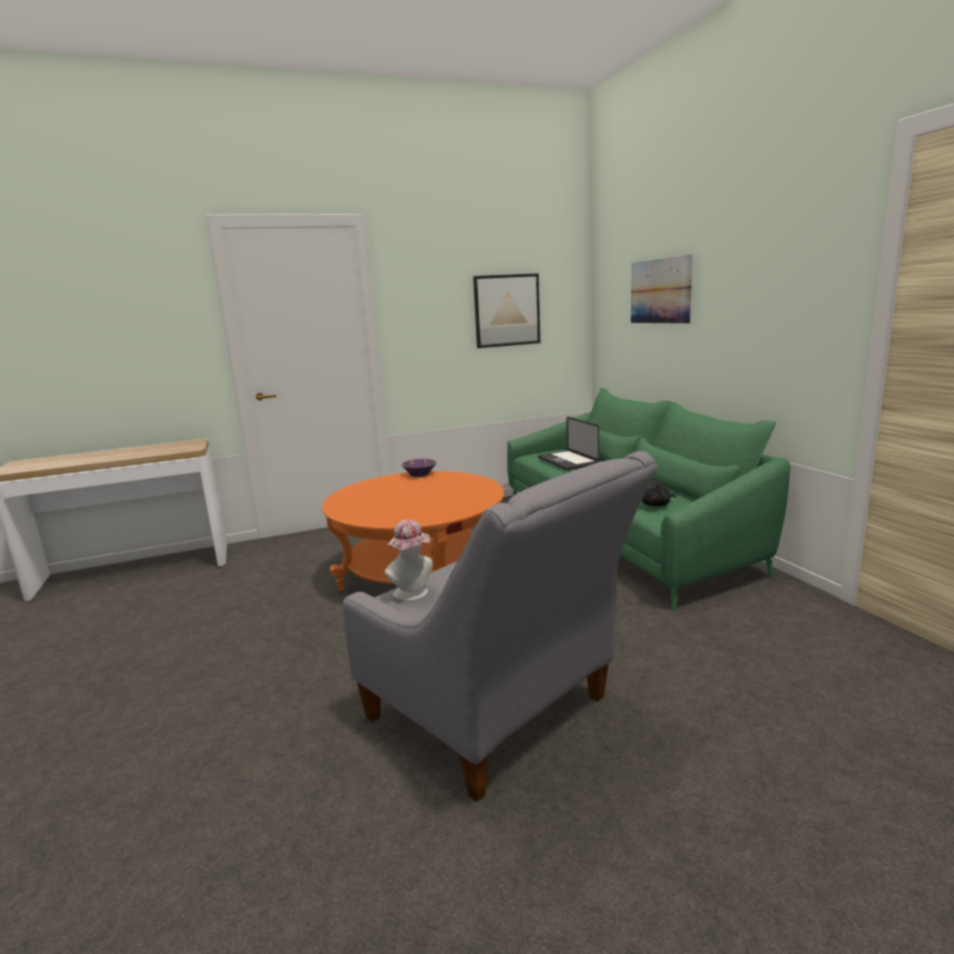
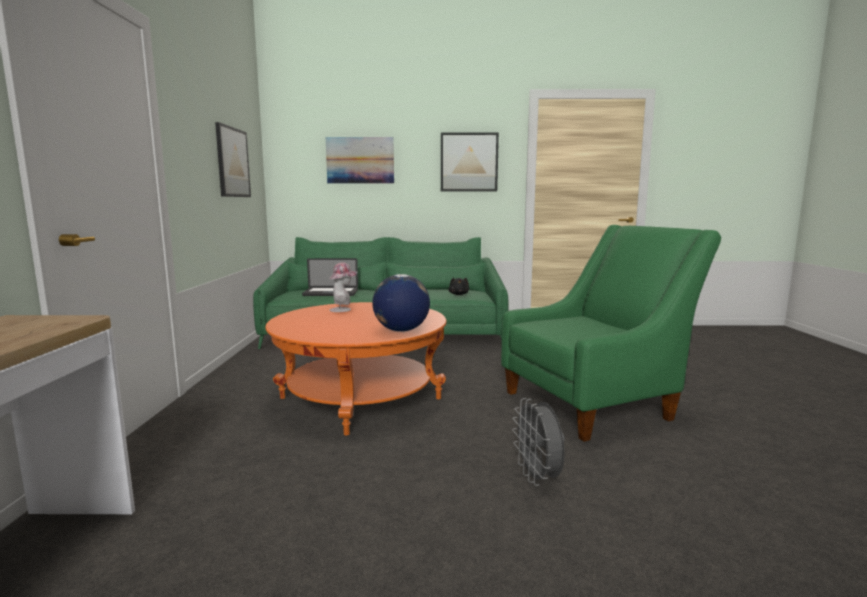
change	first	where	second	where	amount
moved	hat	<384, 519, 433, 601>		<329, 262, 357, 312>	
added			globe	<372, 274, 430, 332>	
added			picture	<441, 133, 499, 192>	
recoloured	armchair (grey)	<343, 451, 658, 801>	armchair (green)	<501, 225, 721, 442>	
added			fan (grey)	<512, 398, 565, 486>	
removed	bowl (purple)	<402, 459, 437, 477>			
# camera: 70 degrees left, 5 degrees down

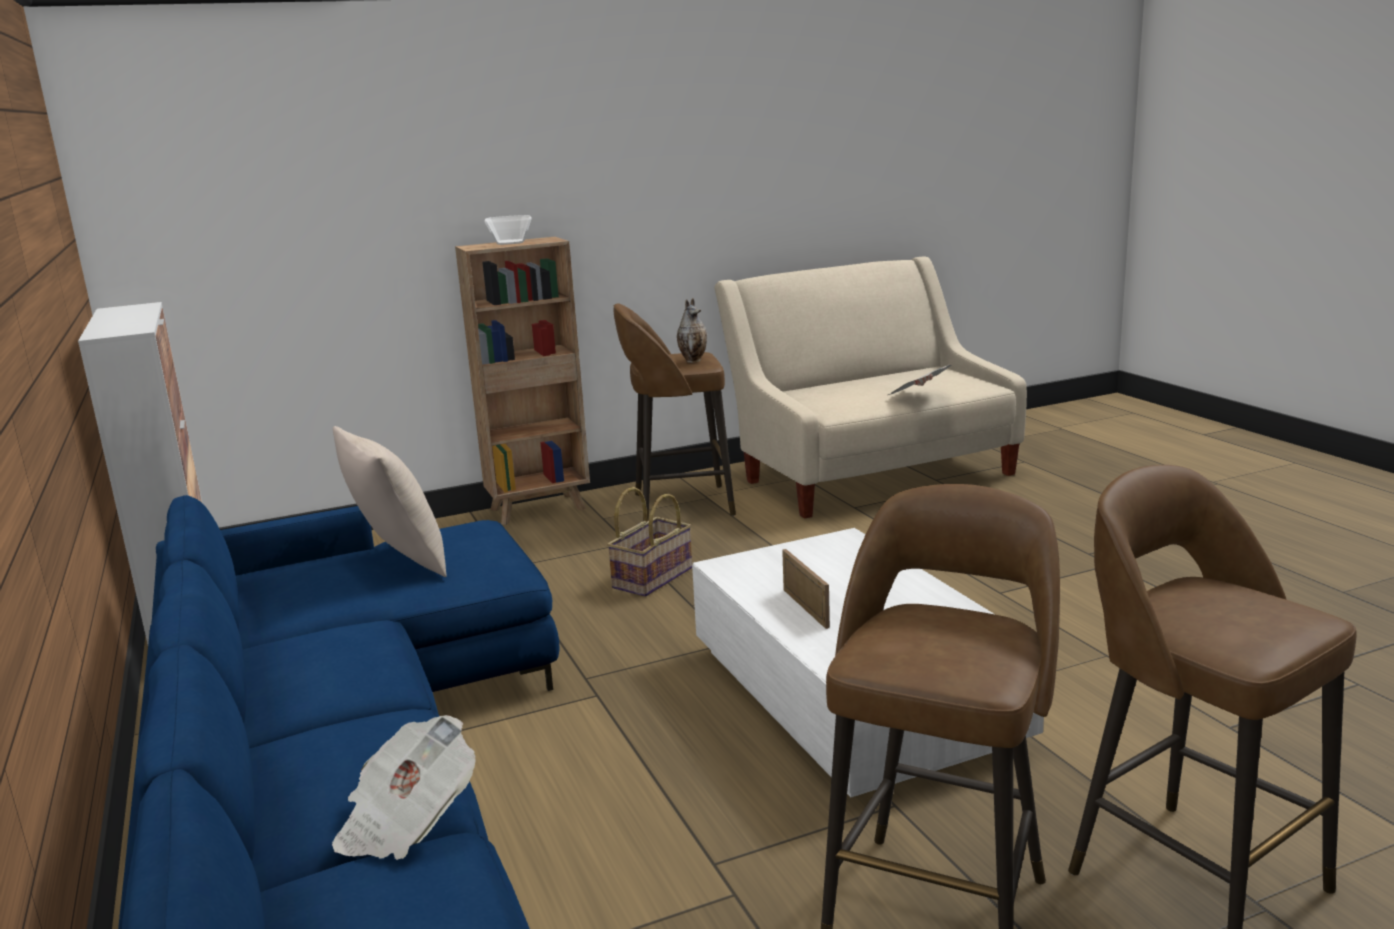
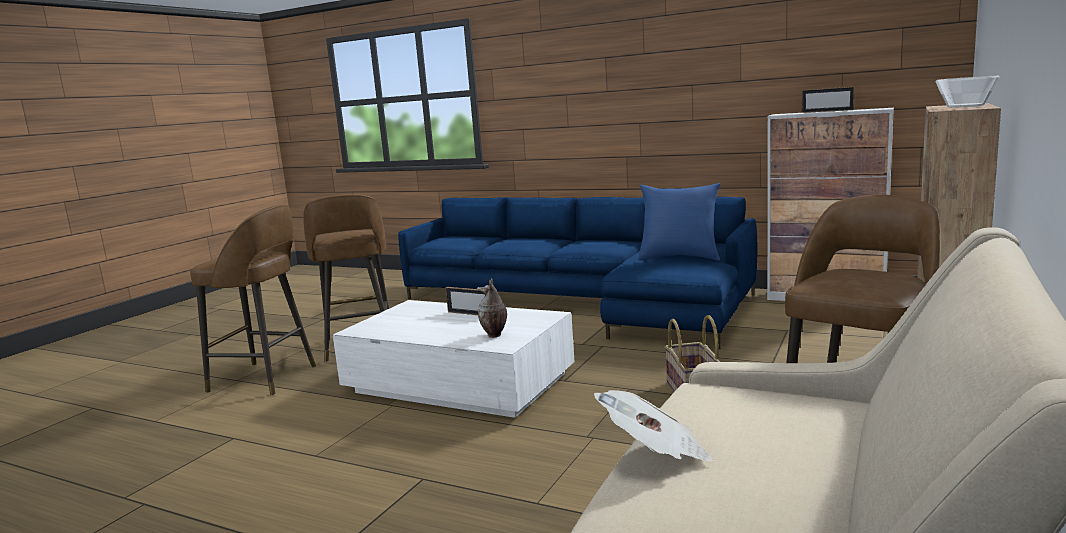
change	first	where	second	where	amount
moved	vase	<677, 298, 707, 363>		<477, 278, 507, 338>	
recoloured	pillow (beige)	<333, 426, 447, 577>	pillow (blue)	<638, 183, 720, 260>	
added			picture frame	<802, 87, 854, 113>	
removed	newspaper	<332, 715, 476, 860>			
# camera: 140 degrees right, 5 degrees down

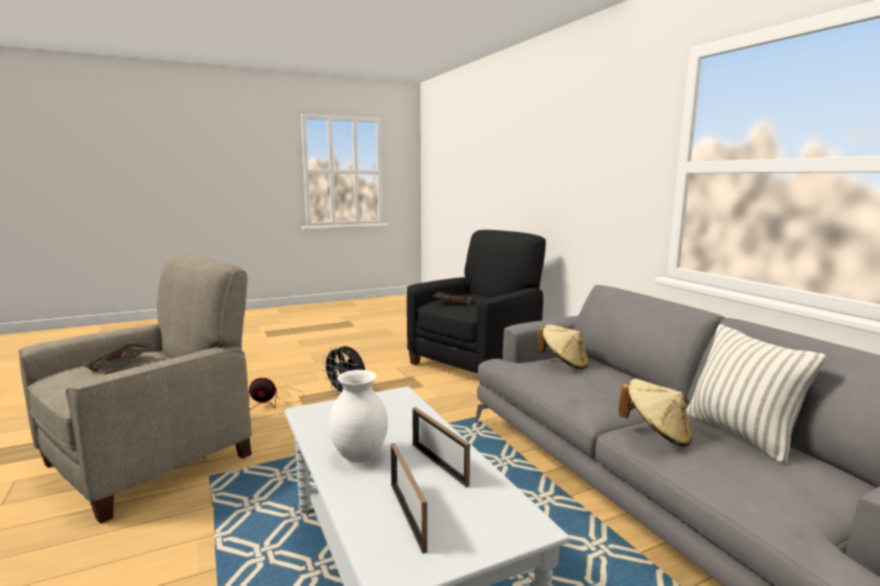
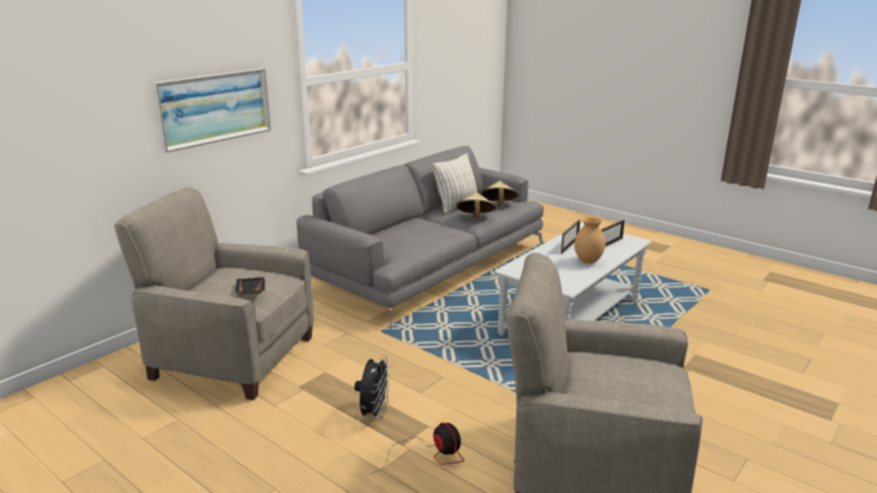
change	first	where	second	where	amount
recoloured	armchair (black)	<407, 230, 546, 385>	armchair (beige)	<114, 187, 314, 400>	
added			picture	<153, 68, 271, 153>	
moved	hat (beige)	<538, 324, 589, 369>		<481, 181, 518, 206>	
recoloured	vase (white)	<329, 370, 388, 463>	vase (brown)	<574, 216, 605, 264>	
removed	tray (black)	<82, 342, 154, 371>			
# camera: 115 degrees left, 10 degrees up

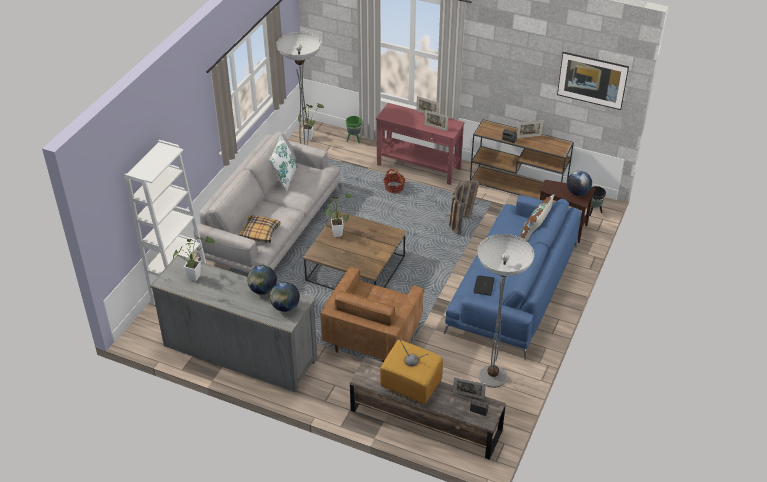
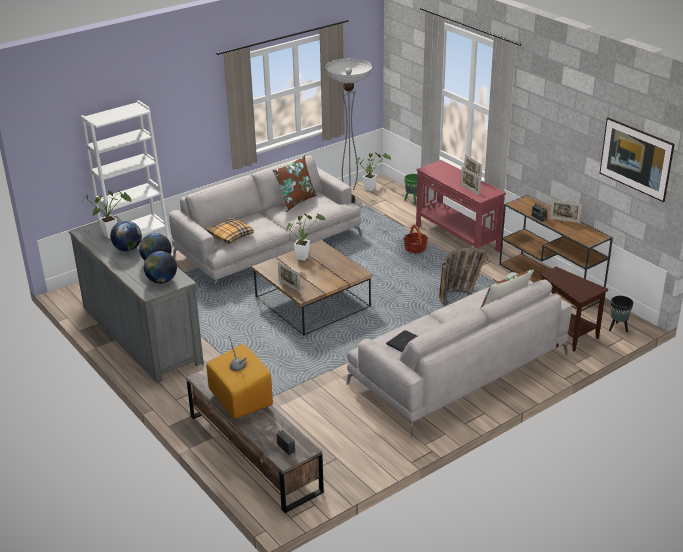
change	first	where	second	where	amount
moved	globe	<567, 171, 592, 196>		<110, 220, 142, 251>	
recoloured	pillow (white)	<269, 135, 298, 192>	pillow (brown)	<273, 155, 317, 212>	
moved	picture frame	<453, 377, 486, 399>		<278, 262, 300, 292>	
recoloured	sofa (blue)	<444, 195, 582, 360>	sofa (grey)	<346, 272, 572, 437>	
removed	armchair (brown)	<321, 267, 424, 362>			
removed	floor lamp	<477, 234, 534, 388>			
# camera: 30 degrees right, 10 degrees down

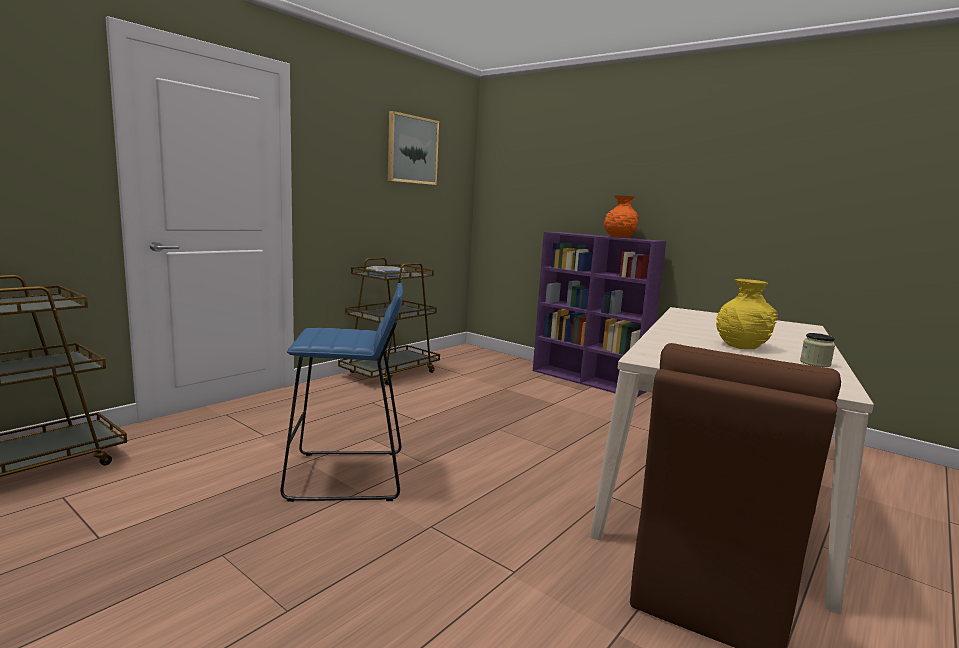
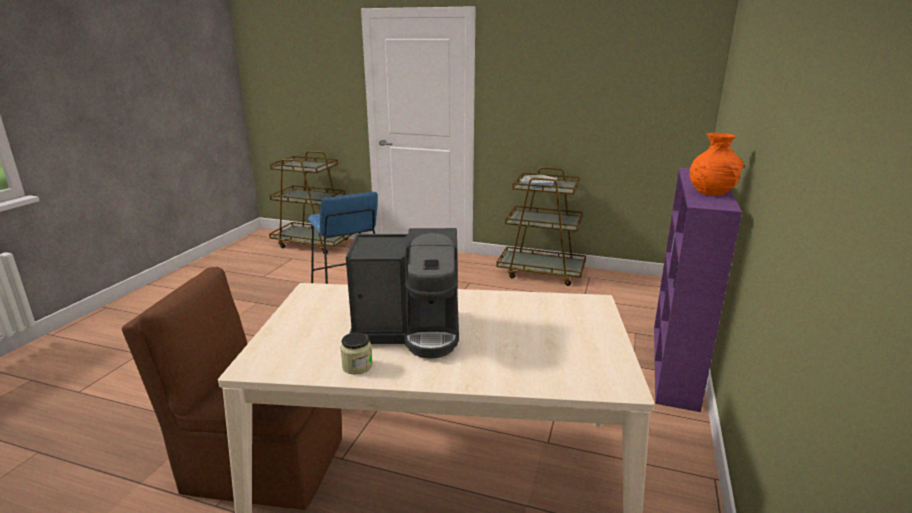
change	first	where	second	where	amount
replaced	vase (yellow)	<716, 279, 778, 349>	coffee machine	<346, 228, 459, 359>	
removed	picture	<388, 111, 439, 185>			
# camera: 70 degrees right, 10 degrees up

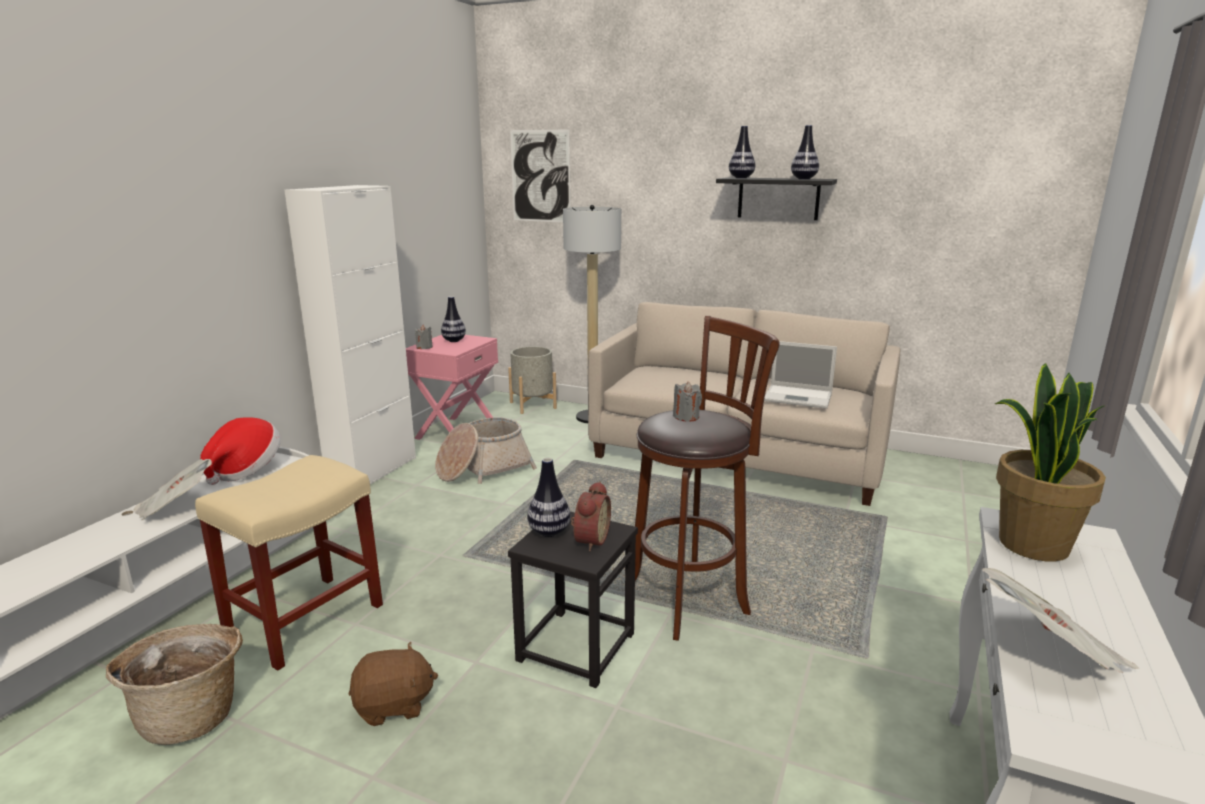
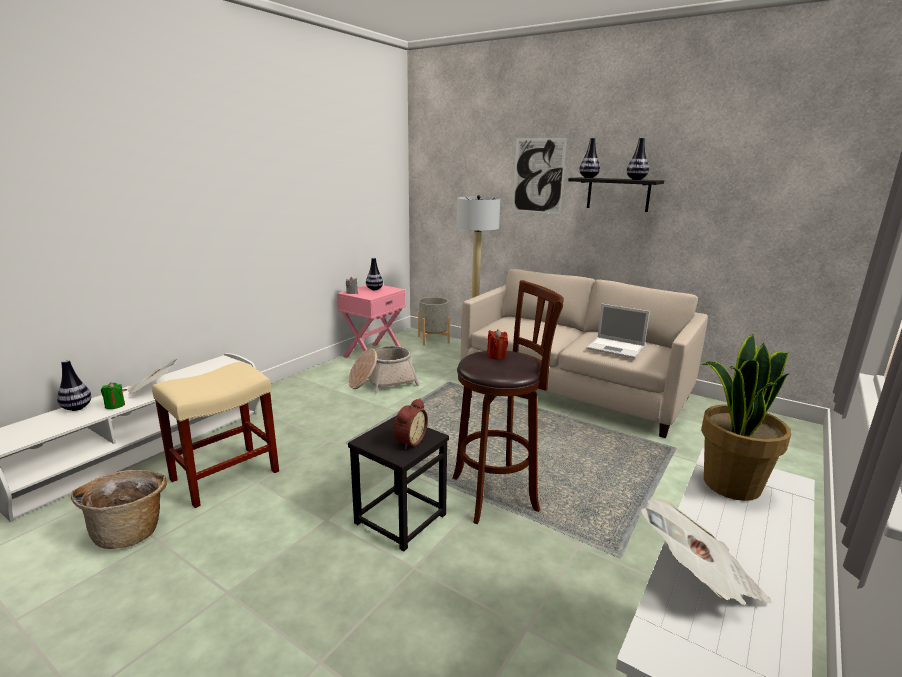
change	first	where	second	where	amount
moved	vase	<527, 458, 571, 537>		<57, 360, 92, 411>	
added			candle (green)	<101, 382, 125, 409>	
recoloured	candle (grey)	<673, 382, 702, 422>	candle (red)	<487, 329, 508, 360>	
moved	picture	<510, 130, 571, 222>		<513, 138, 567, 214>	
removed	hat	<200, 417, 281, 485>			
removed	cabinet (white)	<284, 185, 416, 485>			
removed	plush toy (brown)	<349, 642, 438, 726>			
# camera: 10 degrees right, 0 degrees up

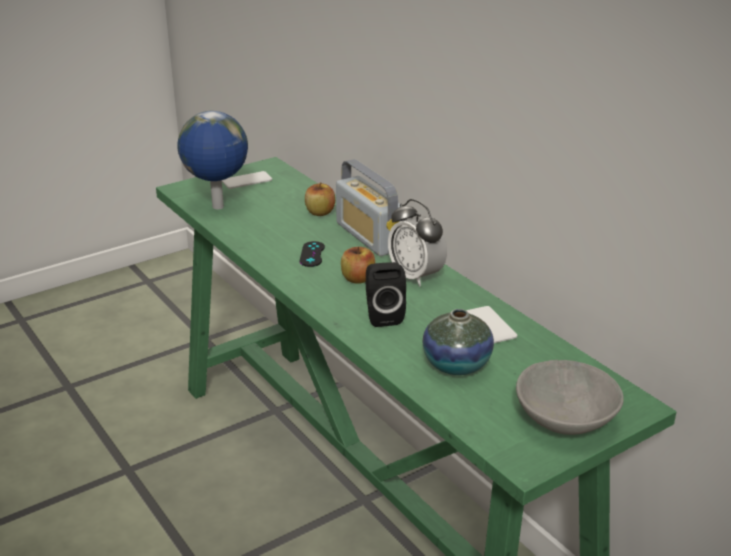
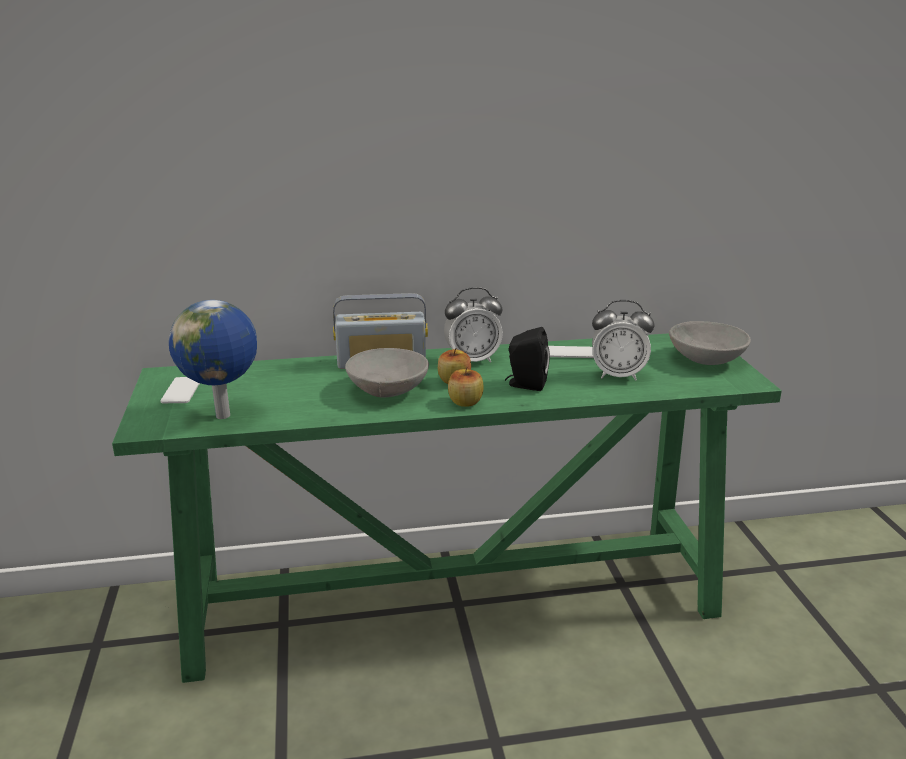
change	first	where	second	where	amount
replaced	game controller (black)	<300, 241, 325, 267>	bowl (grey)	<345, 348, 429, 397>	
moved	apple	<305, 183, 335, 216>		<448, 367, 483, 407>	
replaced	vase	<423, 309, 494, 375>	alarm clock	<592, 300, 654, 381>	
# camera: 65 degrees left, 5 degrees down

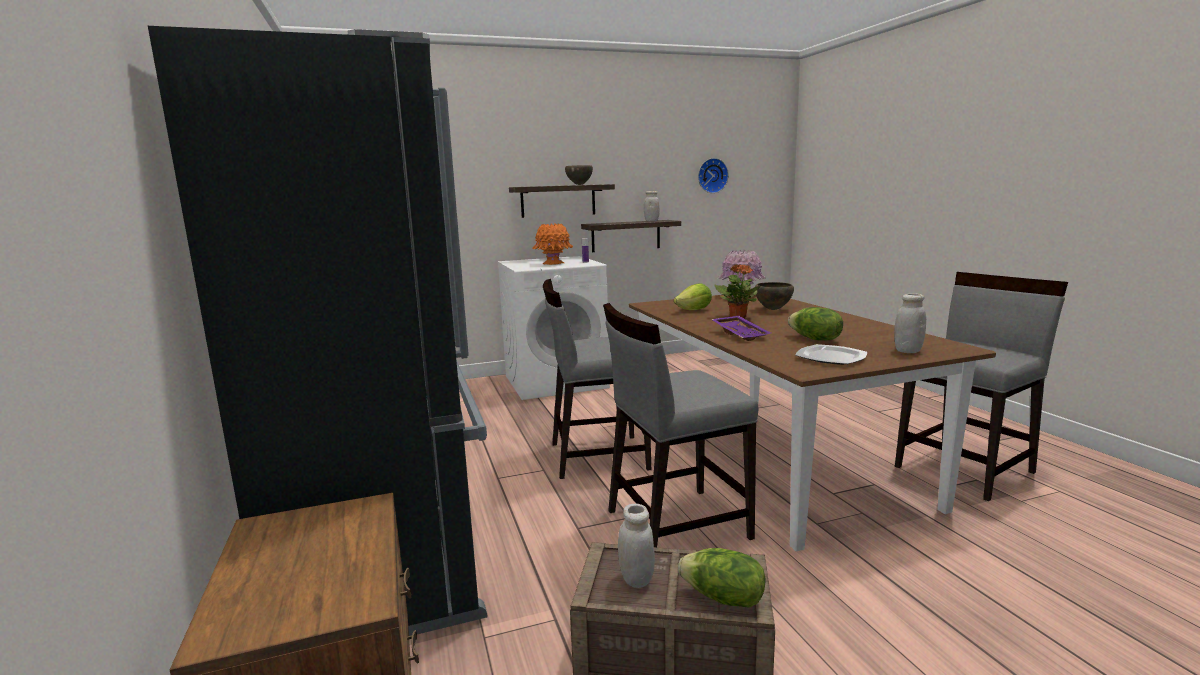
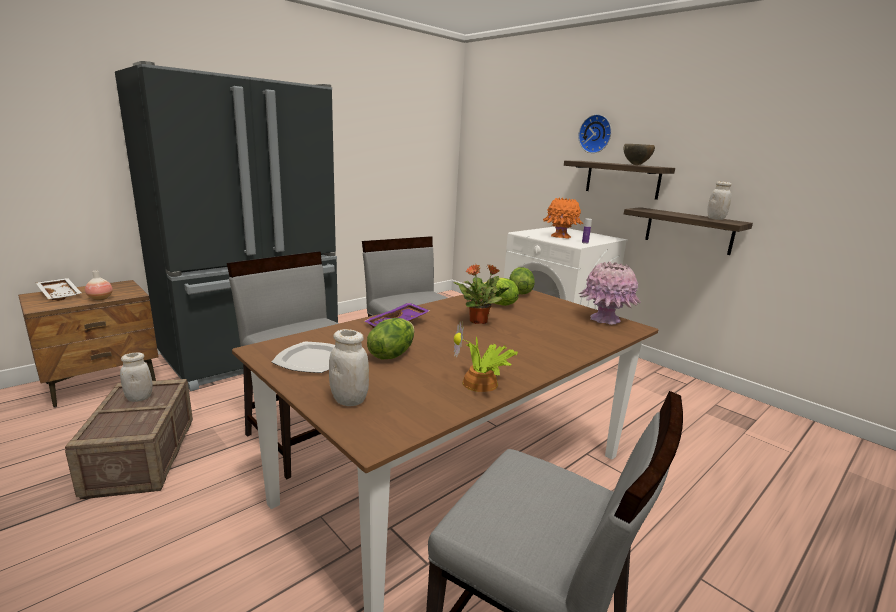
change	first	where	second	where	amount
added			tray (white)	<36, 278, 81, 301>	
added			vase	<85, 270, 113, 300>	
added			potted plant	<454, 321, 518, 392>	
moved	lettuce	<678, 548, 766, 608>		<509, 267, 535, 295>	
moved	wall clock	<698, 158, 729, 193>		<578, 114, 612, 153>	
removed	bowl (brown)	<755, 282, 794, 310>			
# camera: 65 degrees right, 5 degrees up

